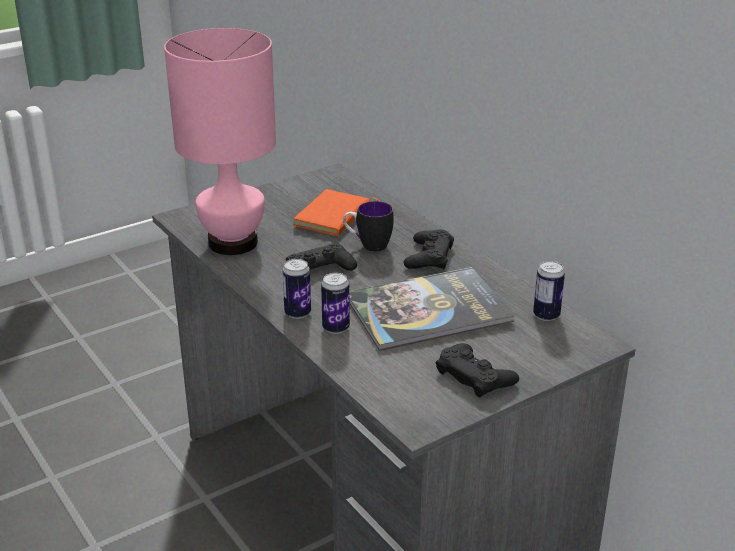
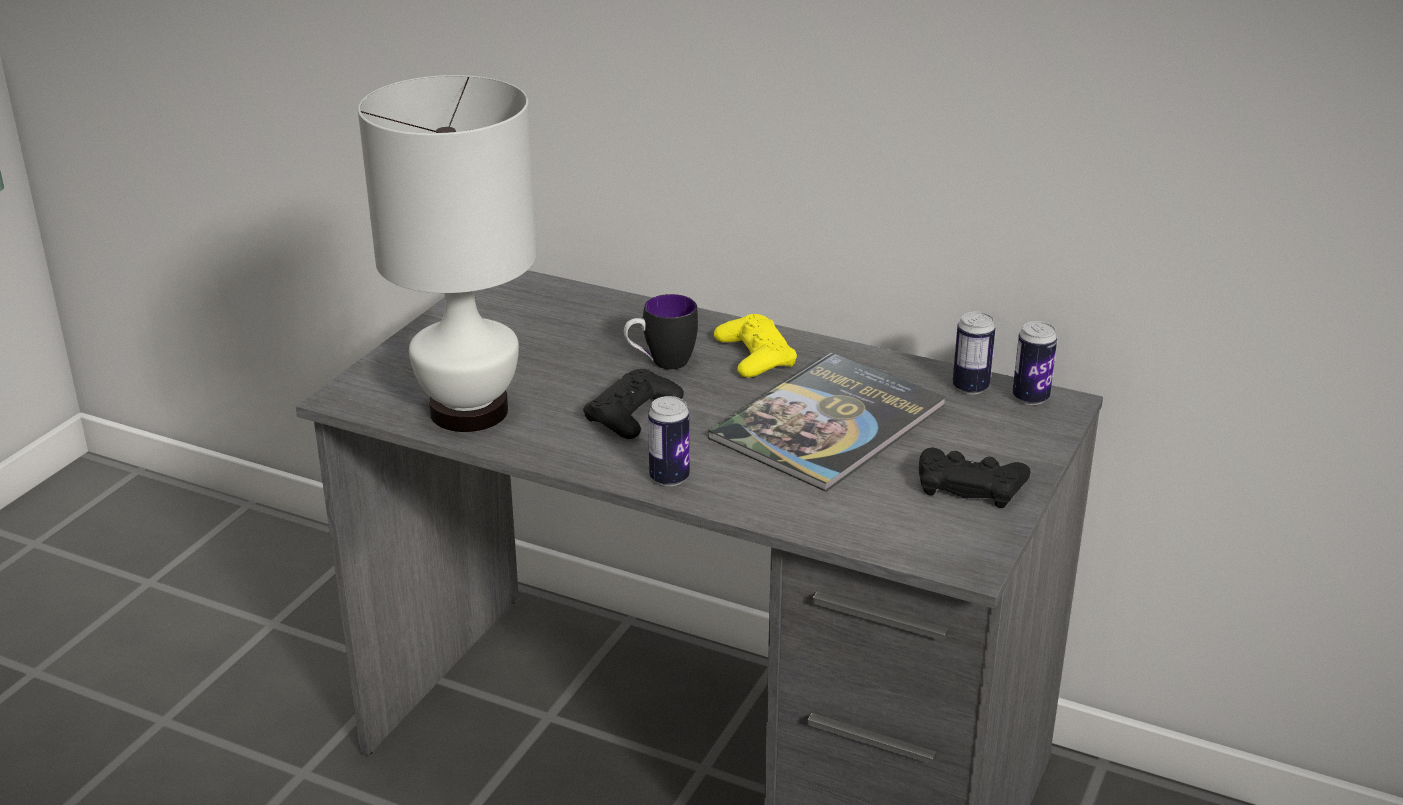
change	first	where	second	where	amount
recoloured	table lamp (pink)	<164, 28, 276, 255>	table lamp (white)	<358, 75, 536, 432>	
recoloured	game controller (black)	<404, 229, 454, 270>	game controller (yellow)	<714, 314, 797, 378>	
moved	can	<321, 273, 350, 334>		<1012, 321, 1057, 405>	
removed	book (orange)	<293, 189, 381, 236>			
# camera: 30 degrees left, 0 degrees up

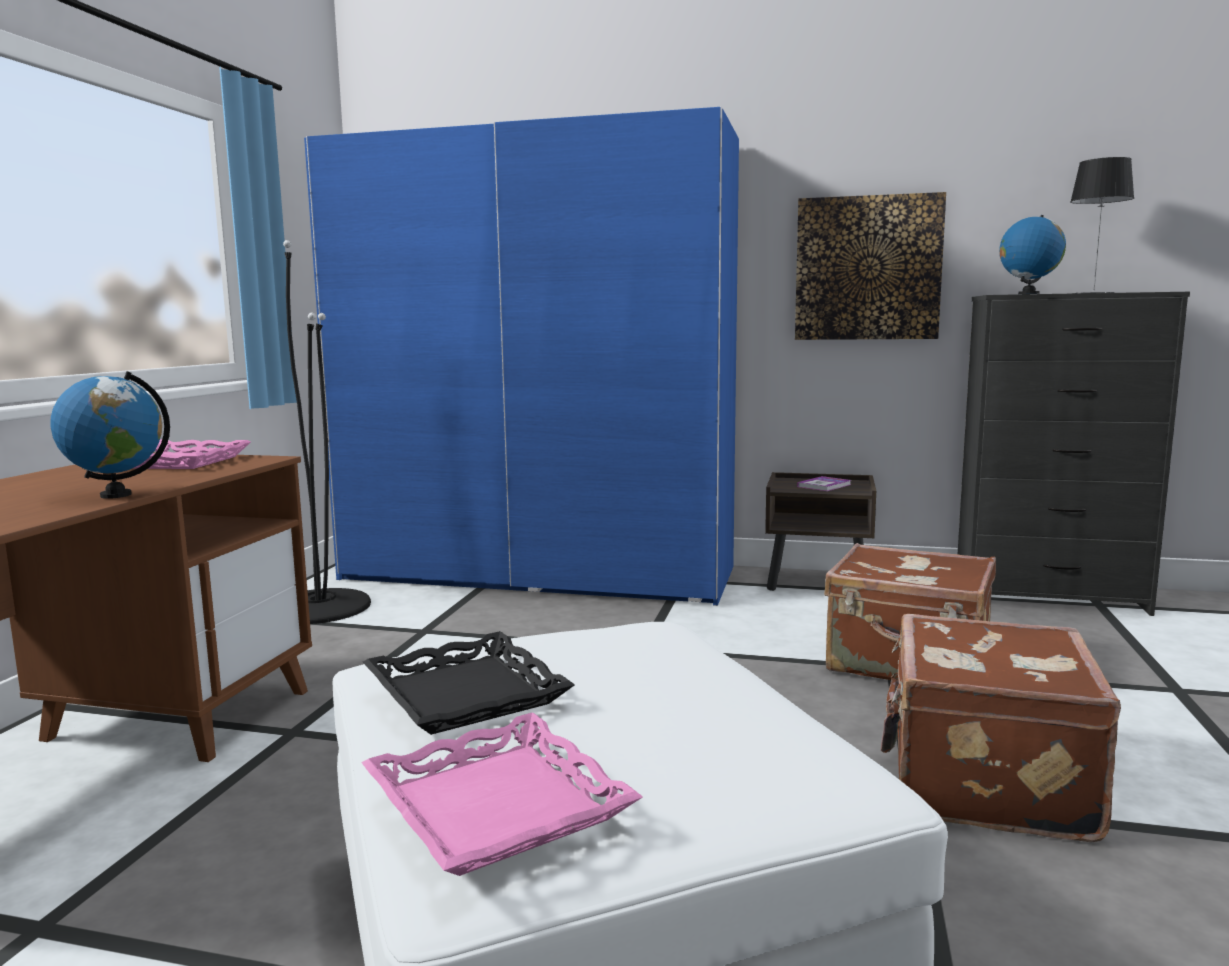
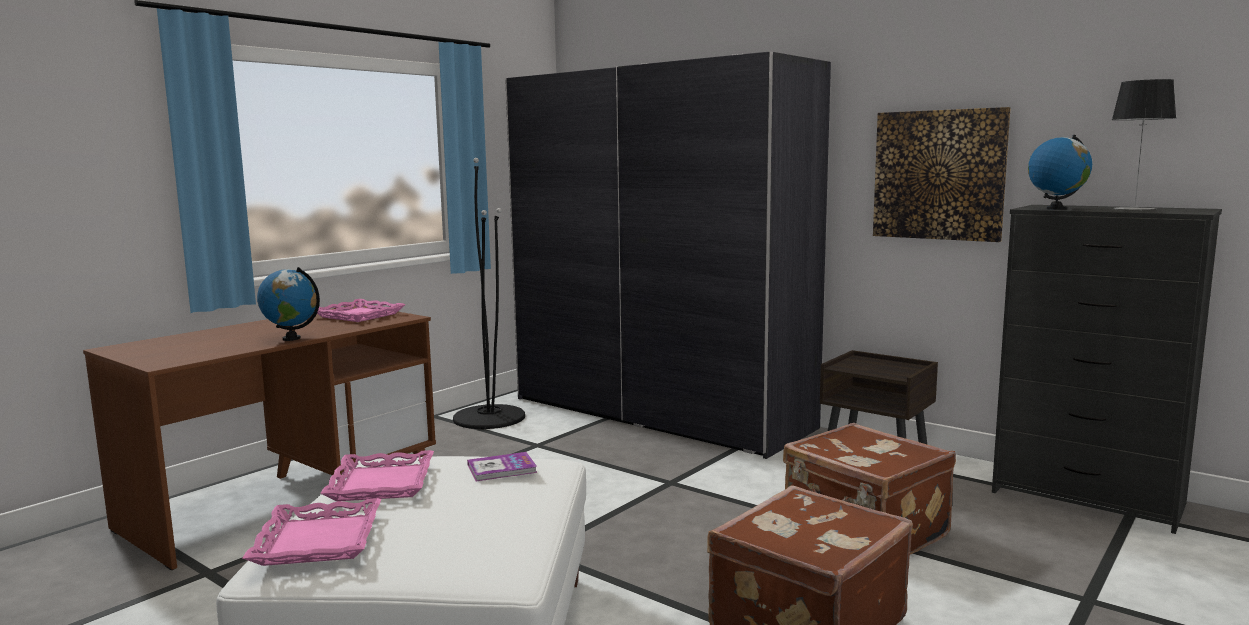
change	first	where	second	where	amount
recoloured	tray (black)	<363, 631, 575, 735>	tray (pink)	<320, 450, 434, 501>	
moved	book	<797, 476, 851, 491>		<467, 452, 537, 481>	
recoloured	wardrobe (blue)	<304, 107, 739, 606>	wardrobe (grey)	<505, 51, 831, 459>	
# camera: 25 degrees right, 0 degrees up

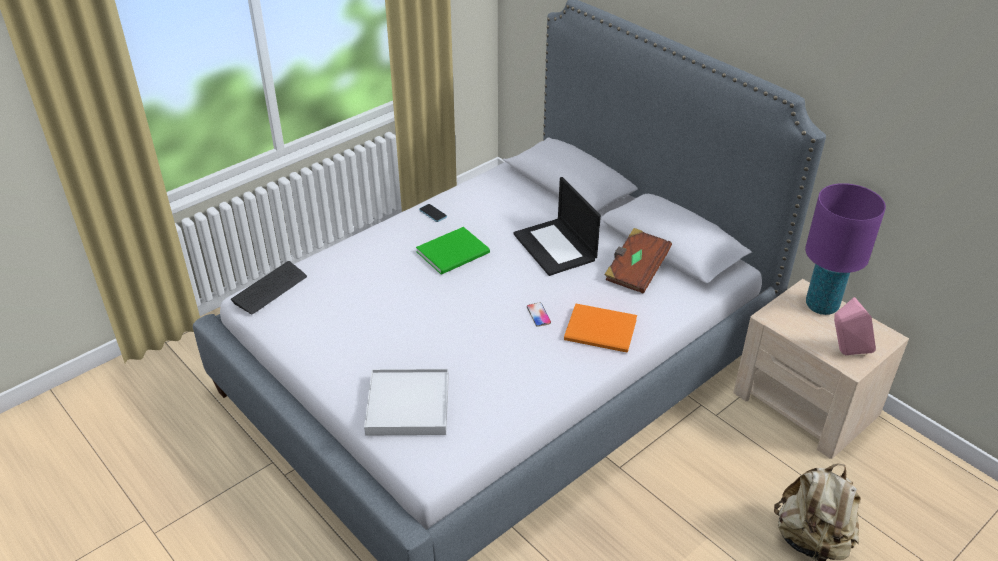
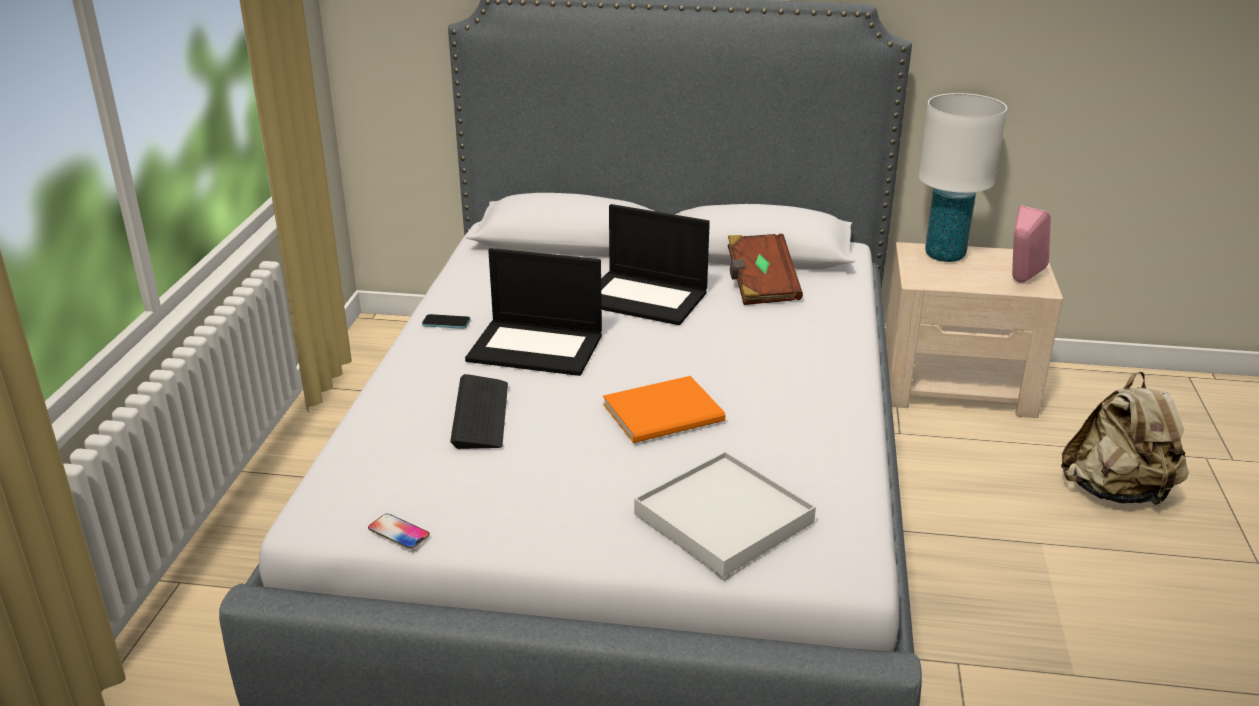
change	first	where	second	where	amount
moved	phone	<527, 303, 551, 327>		<368, 514, 430, 549>	
moved	keyboard	<231, 261, 307, 314>		<450, 374, 508, 449>	
replaced	book (green)	<416, 227, 490, 275>	laptop	<465, 248, 602, 376>	
moved	book (orange)	<564, 304, 637, 353>		<603, 376, 725, 443>	
recoloured	table lamp (purple)	<805, 183, 886, 315>	table lamp (white)	<919, 93, 1007, 262>	
# camera: 40 degrees left, 10 degrees down

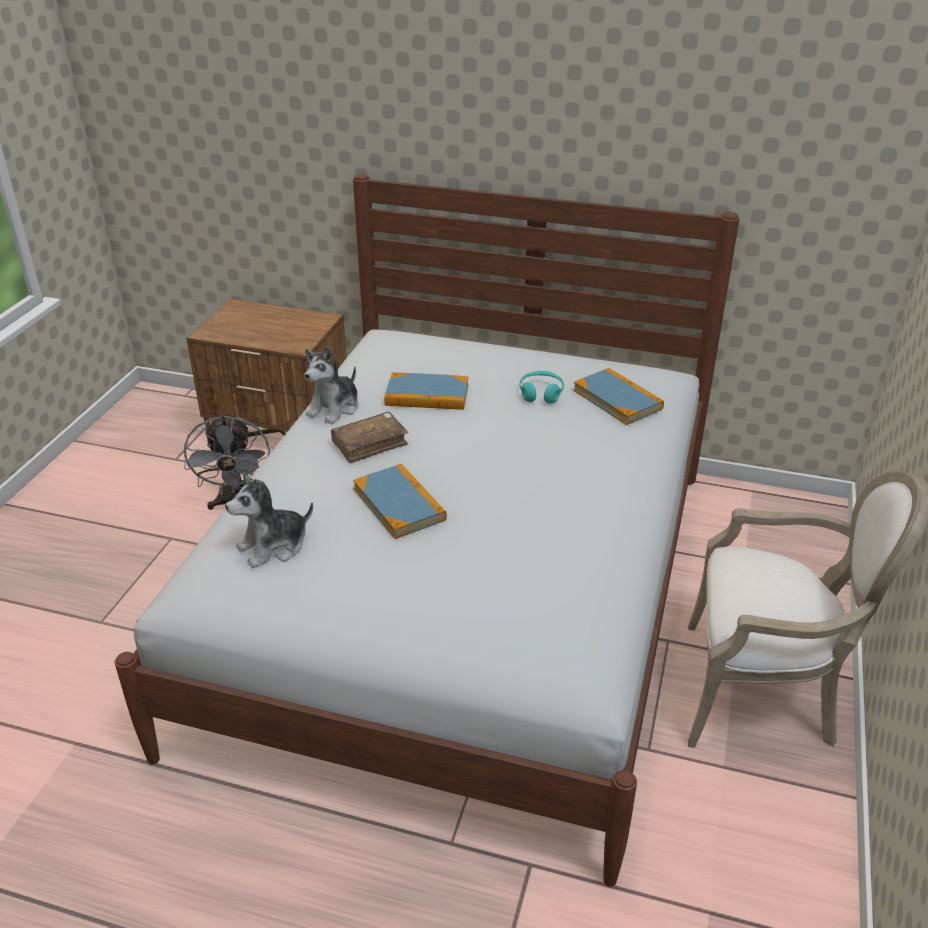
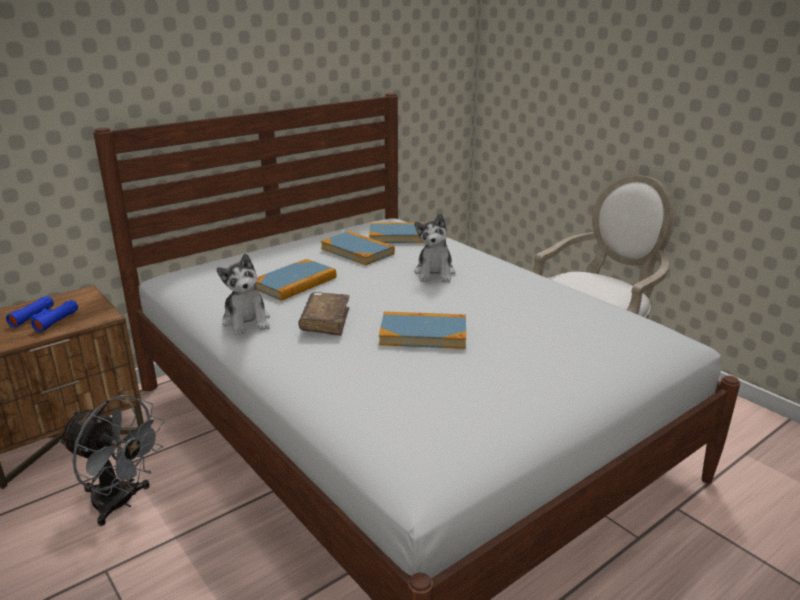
change	first	where	second	where	amount
added			binoculars (blue)	<6, 296, 78, 332>	
replaced	headphones (turquoise)	<519, 371, 564, 404>	book	<321, 231, 395, 265>	
moved	plush toy	<225, 472, 313, 568>		<414, 213, 455, 282>	
# camera: 55 degrees left, 10 degrees down

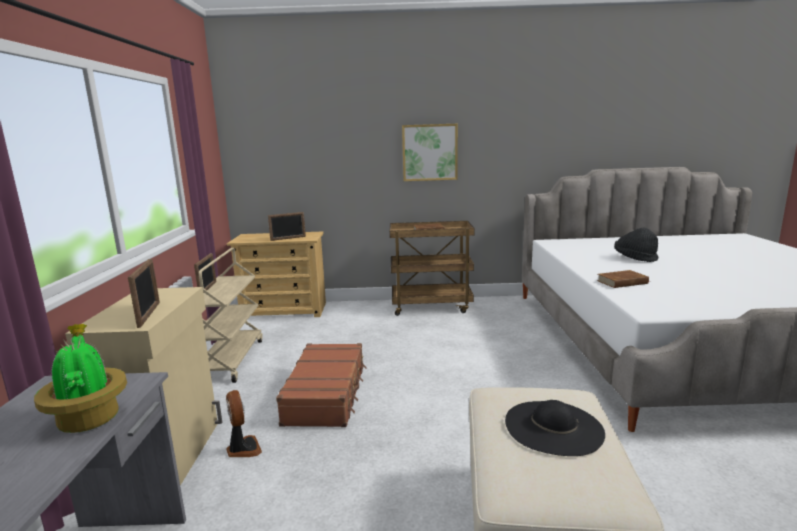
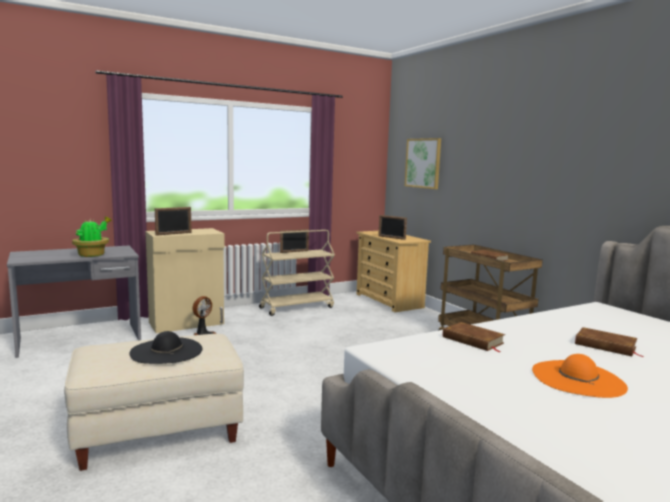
change	first	where	second	where	amount
moved	picture	<402, 124, 458, 181>		<405, 138, 441, 189>	
added			hat (orange)	<532, 354, 628, 398>	
replaced	hat (black)	<614, 228, 658, 262>	book (brown)	<575, 327, 645, 357>	
removed	suitcase (brown)	<276, 343, 367, 427>			
# camera: 60 degrees right, 5 degrees down

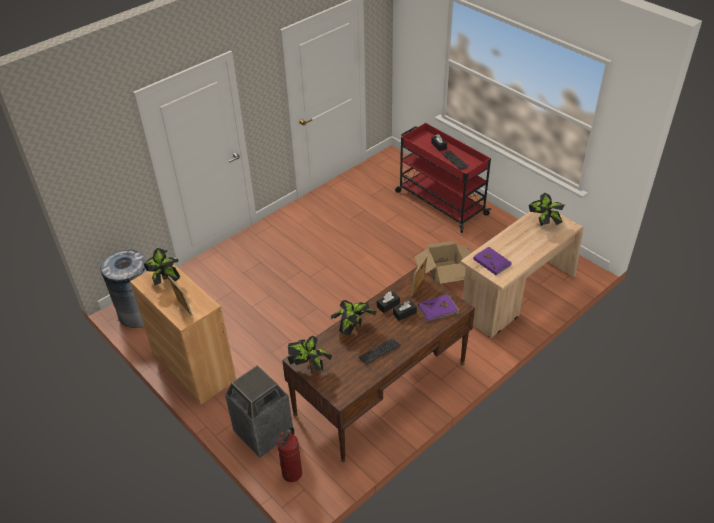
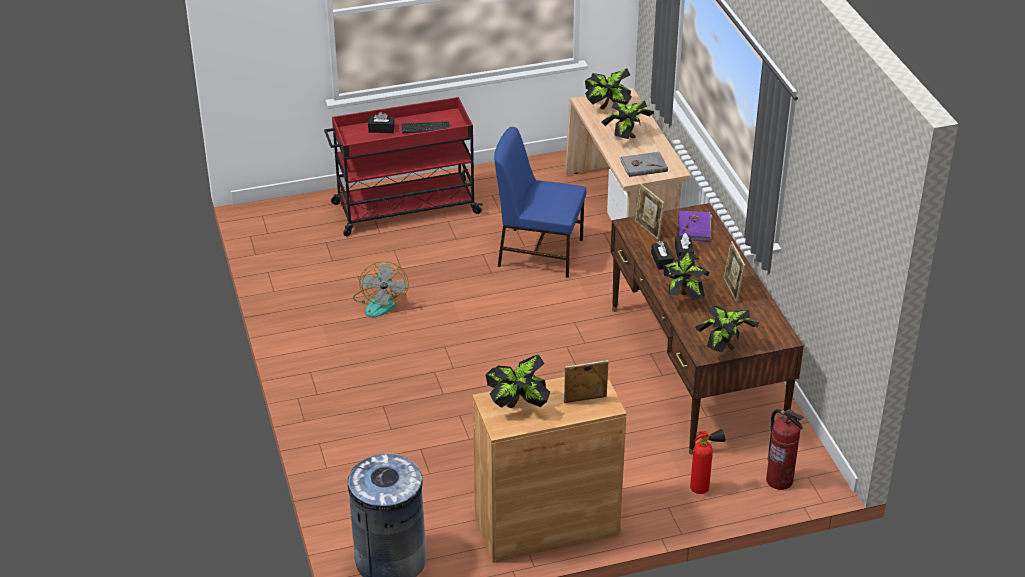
change	first	where	second	where	amount
added			fan	<353, 261, 408, 317>	
replaced	cardboard box	<414, 241, 471, 284>	chair (blue)	<494, 127, 586, 278>	
added			potted plant	<601, 101, 654, 139>	
recoloured	book (purple)	<473, 246, 512, 275>	book (grey)	<620, 152, 668, 177>	
replaced	trash can	<225, 365, 293, 458>	fire extinguisher	<690, 429, 725, 494>	
replaced	keyboard	<359, 338, 400, 365>	picture frame	<723, 241, 745, 302>	
# camera: 65 degrees left, 5 degrees down

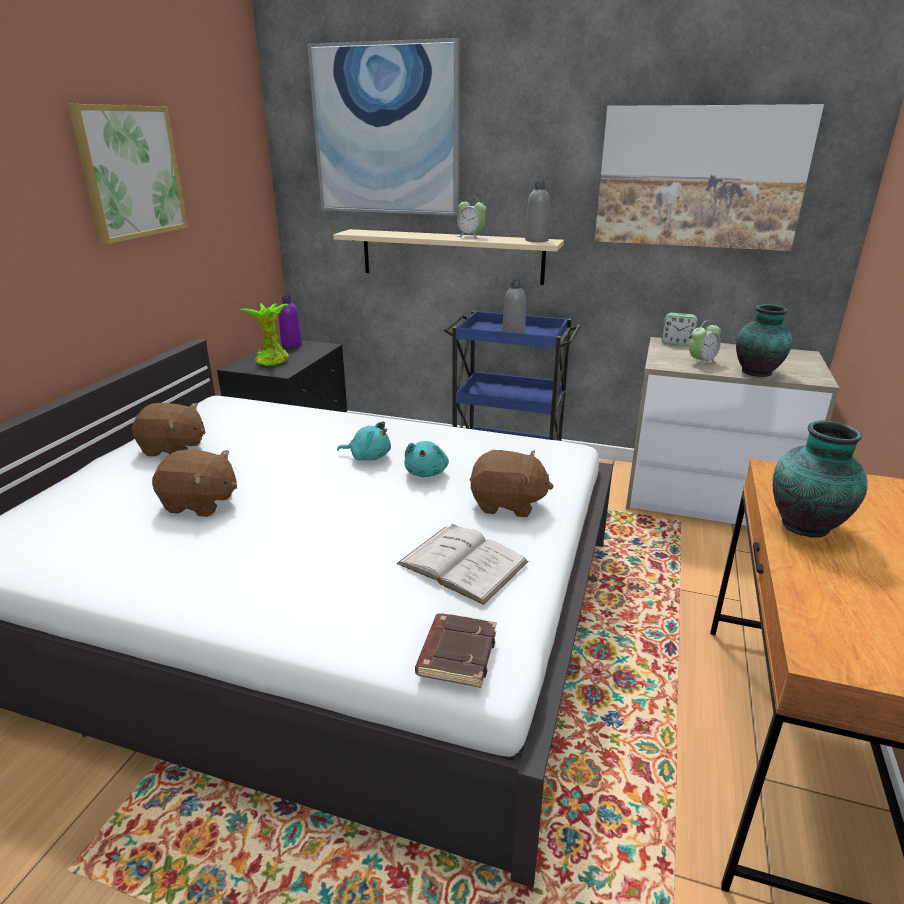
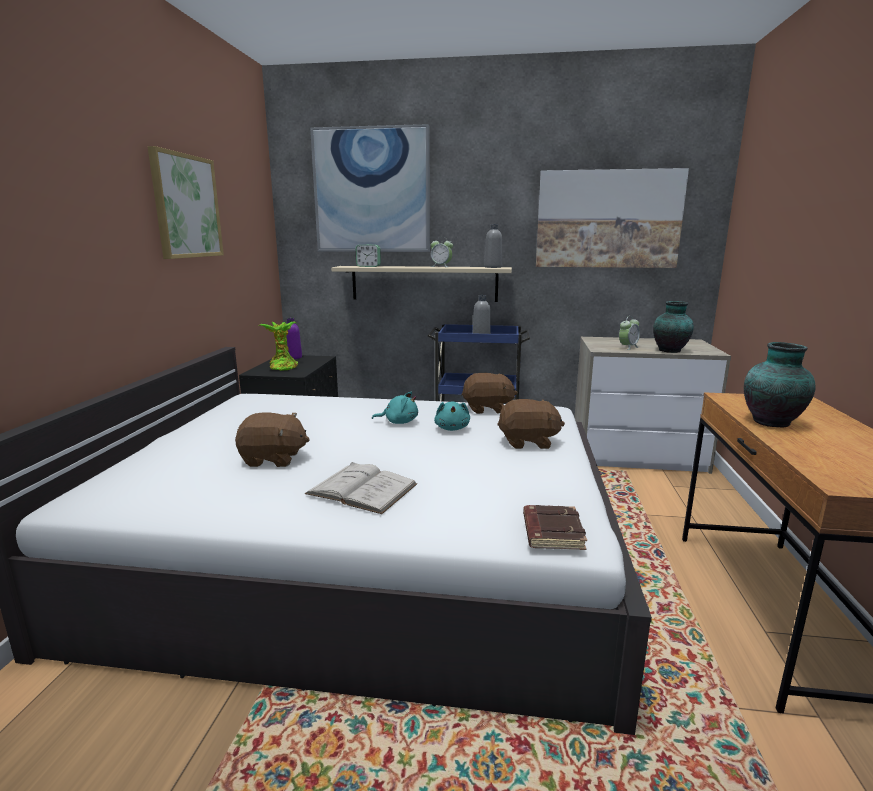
change	first	where	second	where	amount
moved	book (white)	<397, 524, 529, 605>		<305, 462, 417, 514>	
moved	alarm clock	<662, 313, 698, 346>		<356, 244, 381, 267>	
moved	plush toy (brown)	<132, 403, 206, 456>		<462, 373, 518, 414>	
# camera: 10 degrees left, 10 degrees down

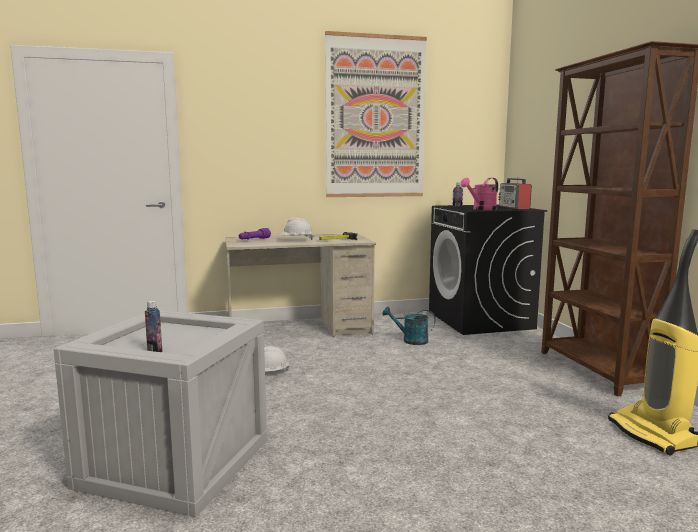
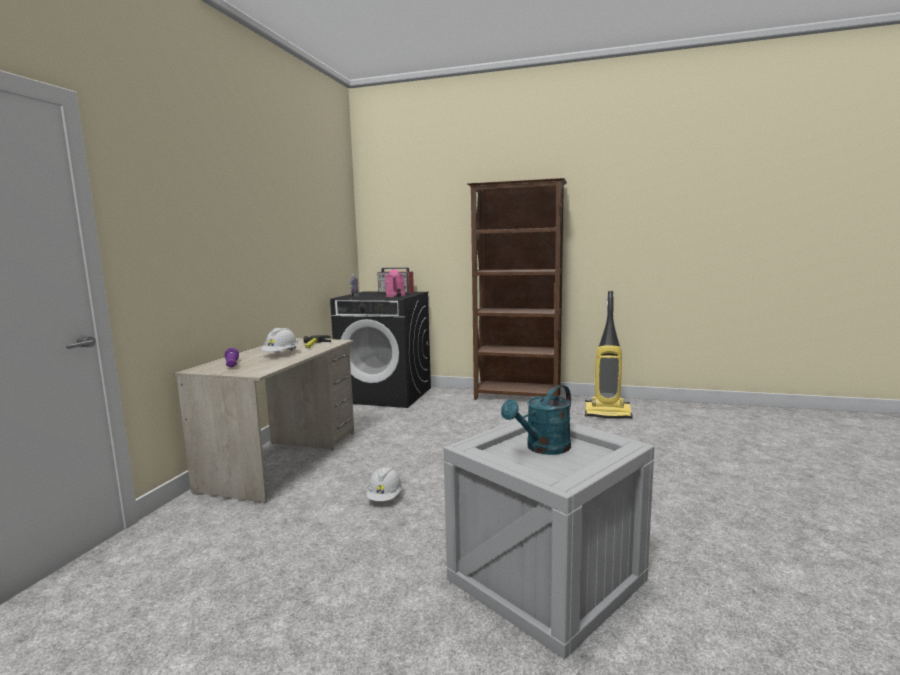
change	first	where	second	where	amount
moved	watering can (turquoise)	<382, 306, 435, 345>		<501, 385, 571, 455>	
removed	bottle	<145, 301, 162, 352>			
removed	picture	<325, 31, 427, 197>			
# camera: 60 degrees left, 0 degrees up

